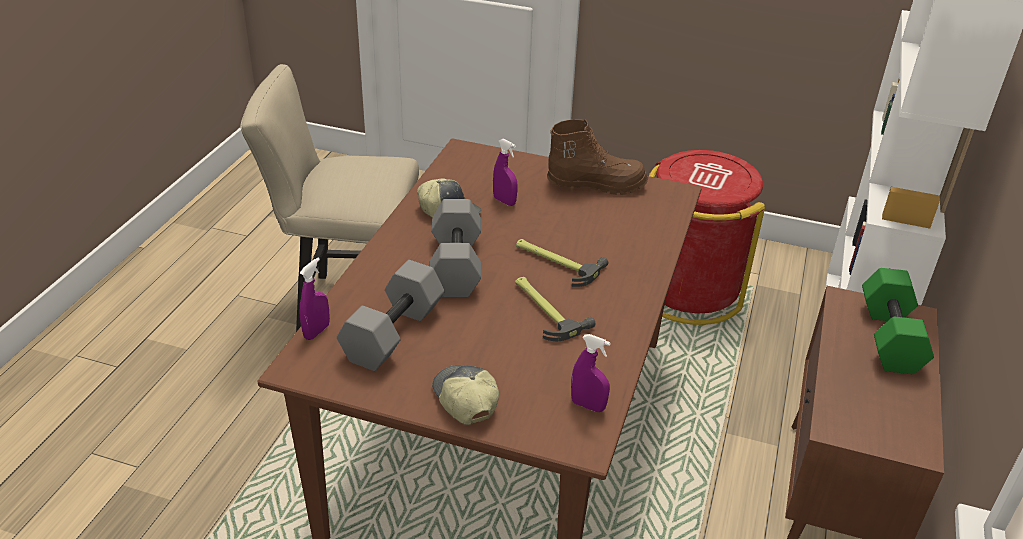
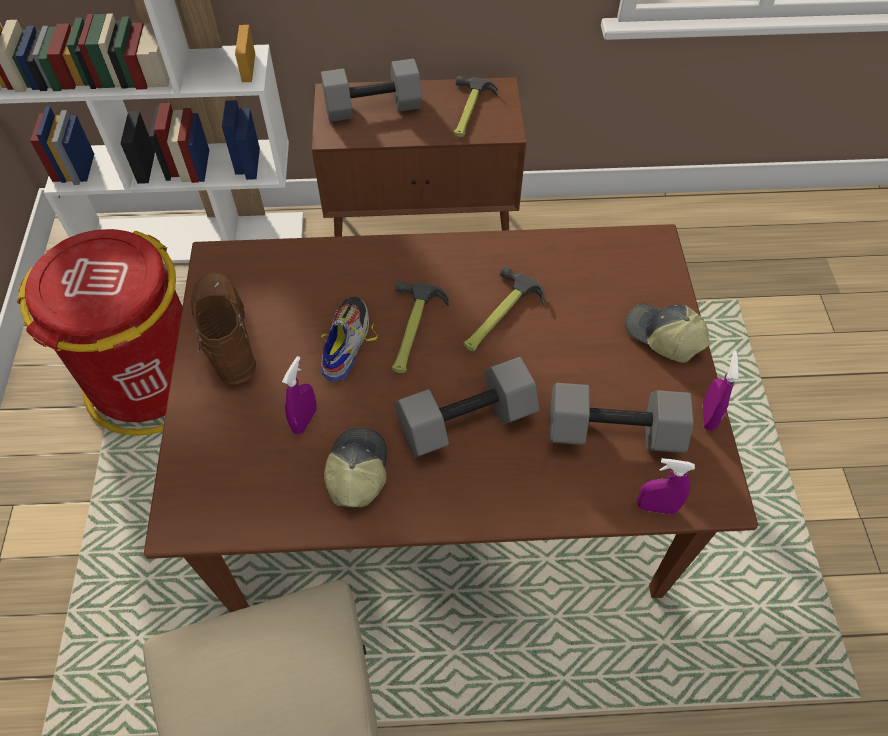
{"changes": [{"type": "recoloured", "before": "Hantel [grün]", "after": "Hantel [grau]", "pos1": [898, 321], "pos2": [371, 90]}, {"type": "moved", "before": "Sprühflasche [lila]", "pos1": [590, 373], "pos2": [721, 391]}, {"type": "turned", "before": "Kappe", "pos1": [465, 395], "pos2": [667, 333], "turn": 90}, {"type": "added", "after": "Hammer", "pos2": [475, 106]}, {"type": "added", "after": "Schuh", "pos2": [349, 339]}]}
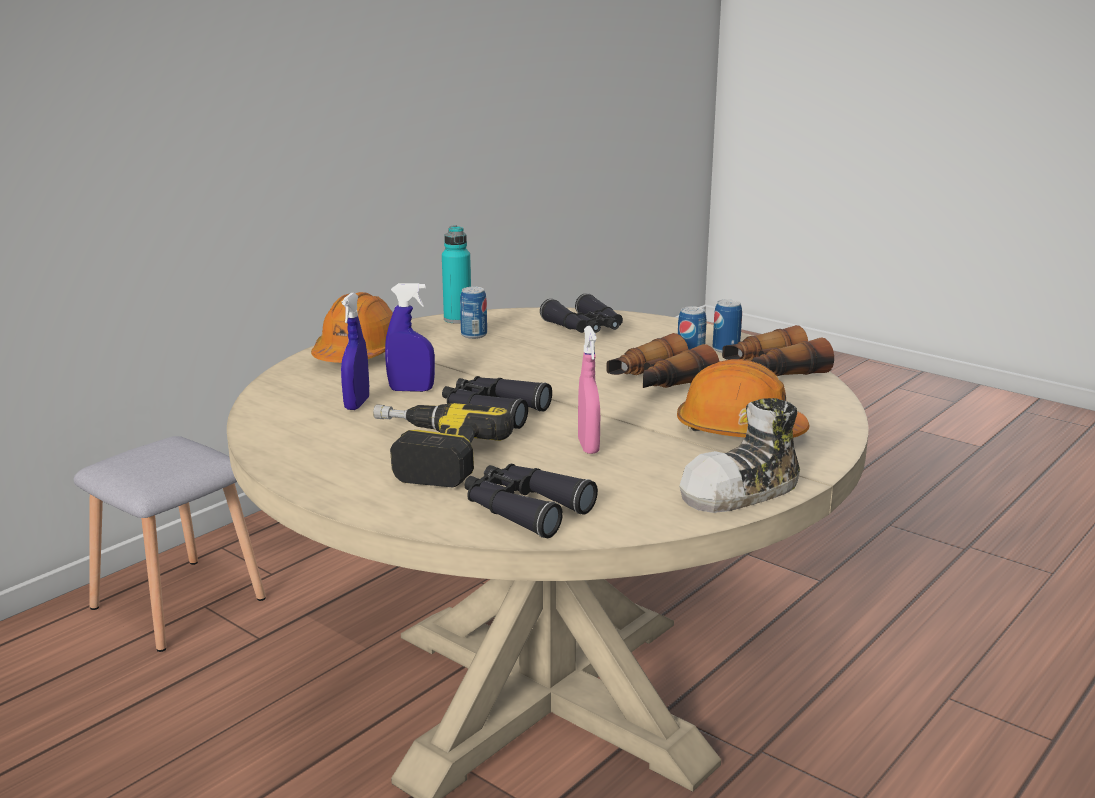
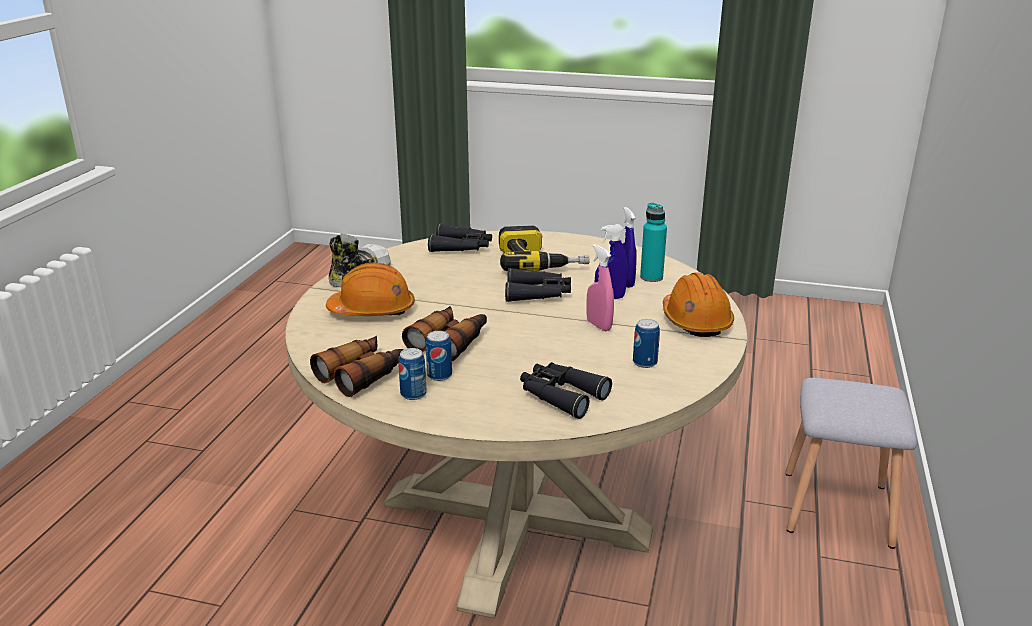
{"changes": [{"type": "moved", "before": "Flasche [türkis]", "pos1": [456, 274], "pos2": [653, 242]}, {"type": "moved", "before": "Sprühflasche [rosa]", "pos1": [589, 390], "pos2": [600, 287]}]}
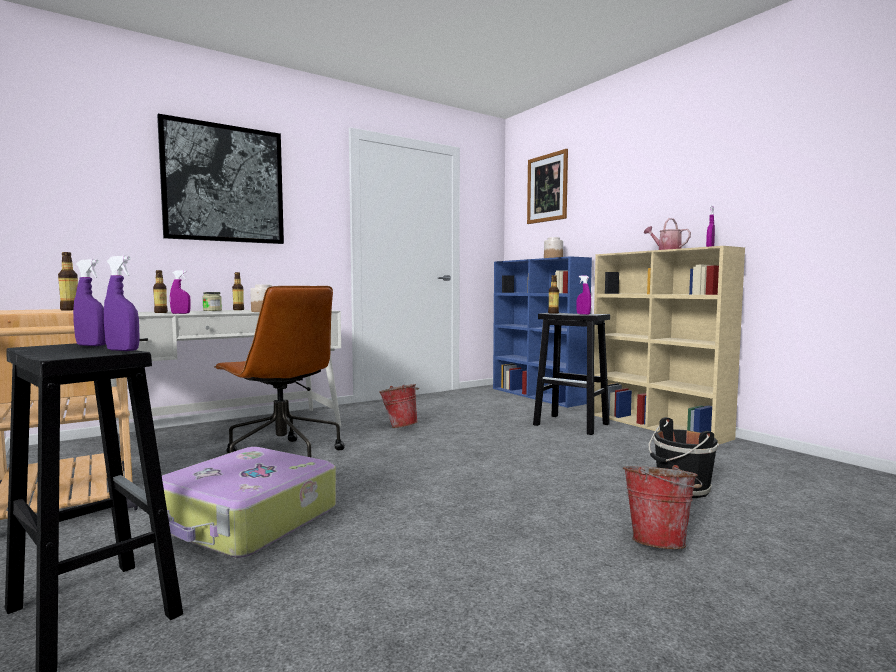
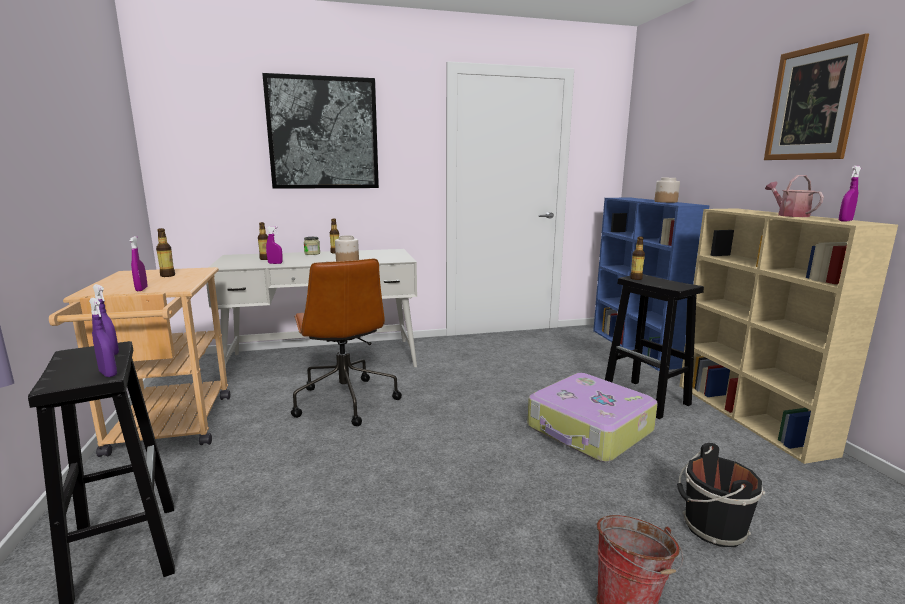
{"changes": [{"type": "moved", "before": "Bild", "pos1": [547, 186], "pos2": [816, 96]}, {"type": "moved", "before": "Sprühflasche [lila]", "pos1": [583, 295], "pos2": [139, 263]}, {"type": "removed", "before": "Eimer", "pos1": [399, 406]}, {"type": "moved", "before": "Koffer", "pos1": [249, 502], "pos2": [592, 417]}]}
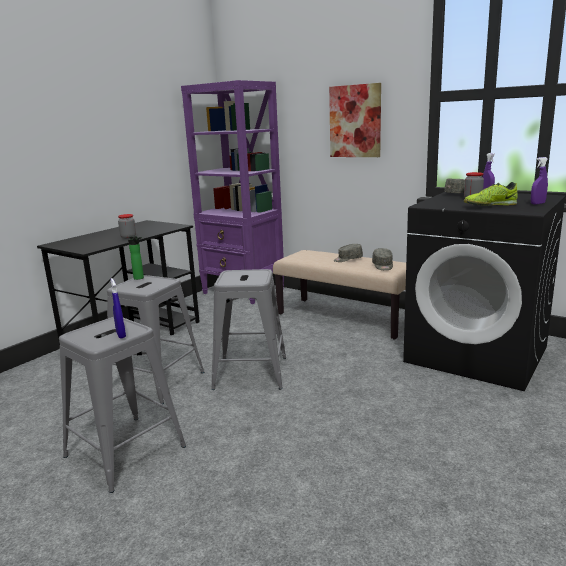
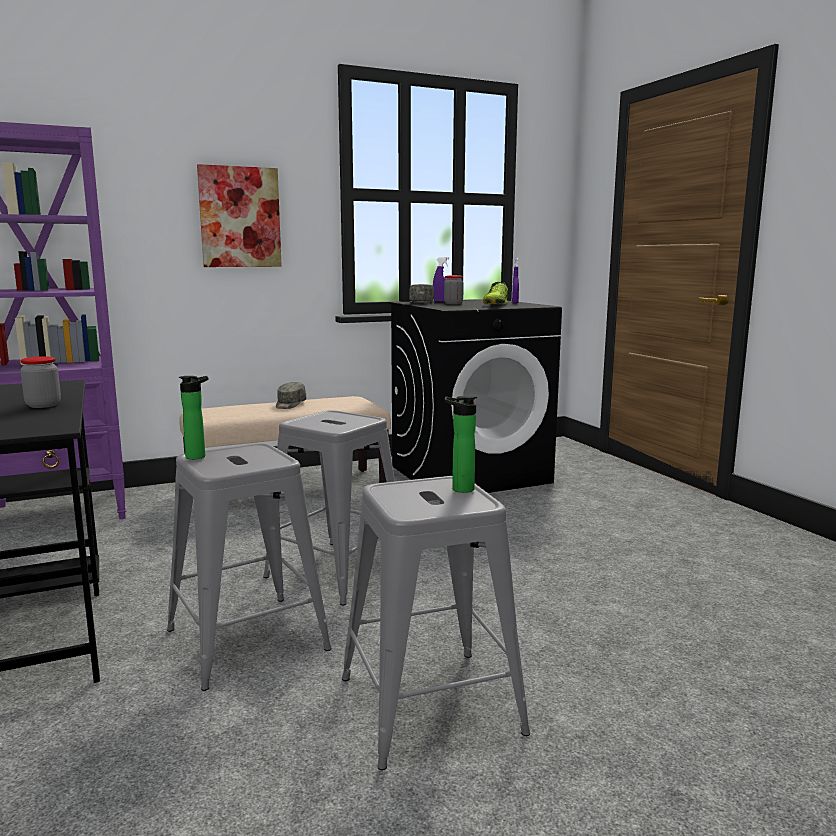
{"changes": [{"type": "removed", "before": "Kappe [grau]", "pos1": [382, 259]}, {"type": "replaced", "before": "Sprühflasche [blau]", "after": "Flasche", "pos1": [118, 308], "pos2": [461, 444]}]}
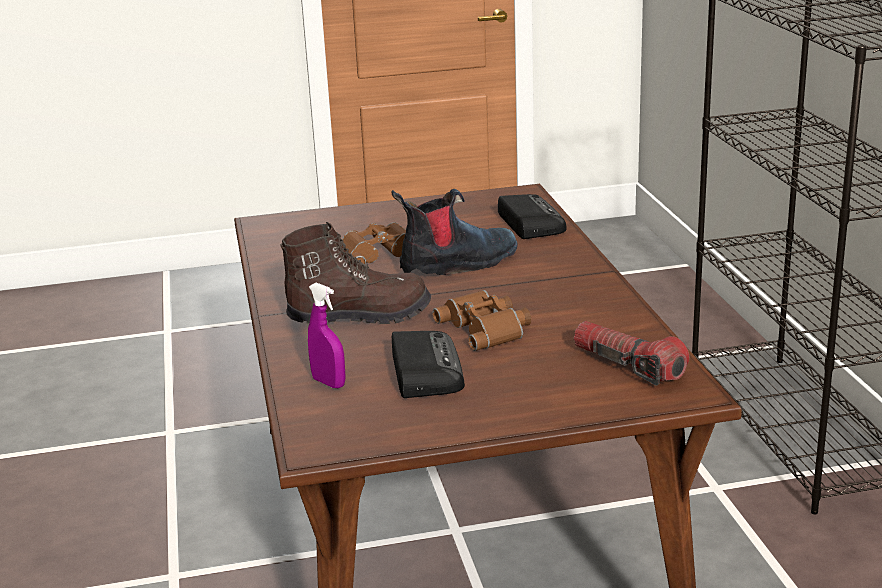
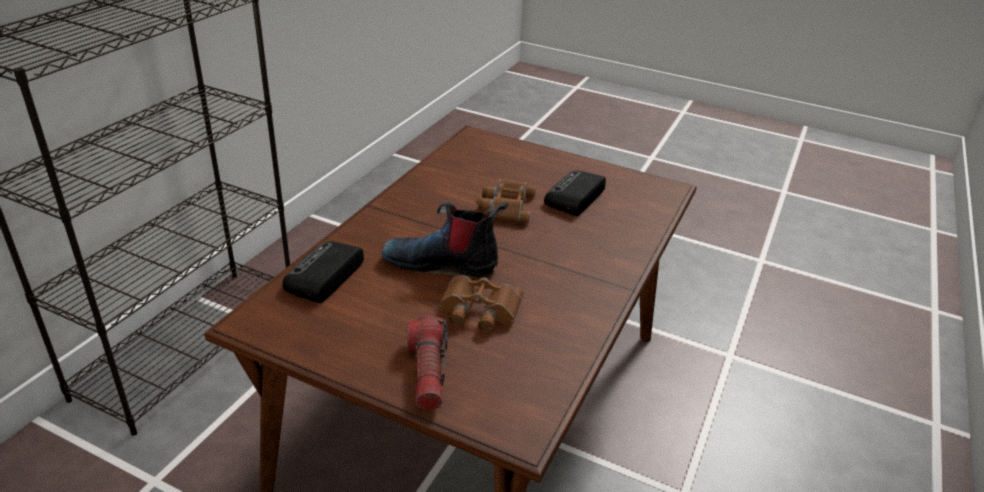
{"changes": [{"type": "removed", "before": "Stiefel [braun]", "pos1": [356, 273]}, {"type": "removed", "before": "Sprühflasche [lila]", "pos1": [326, 335]}, {"type": "moved", "before": "Taschenlampe", "pos1": [631, 353], "pos2": [427, 363]}]}
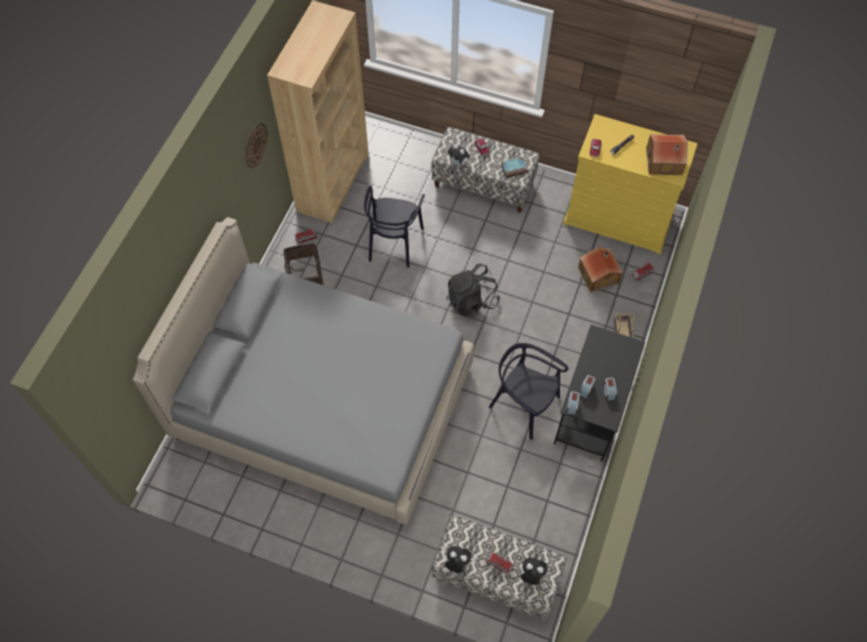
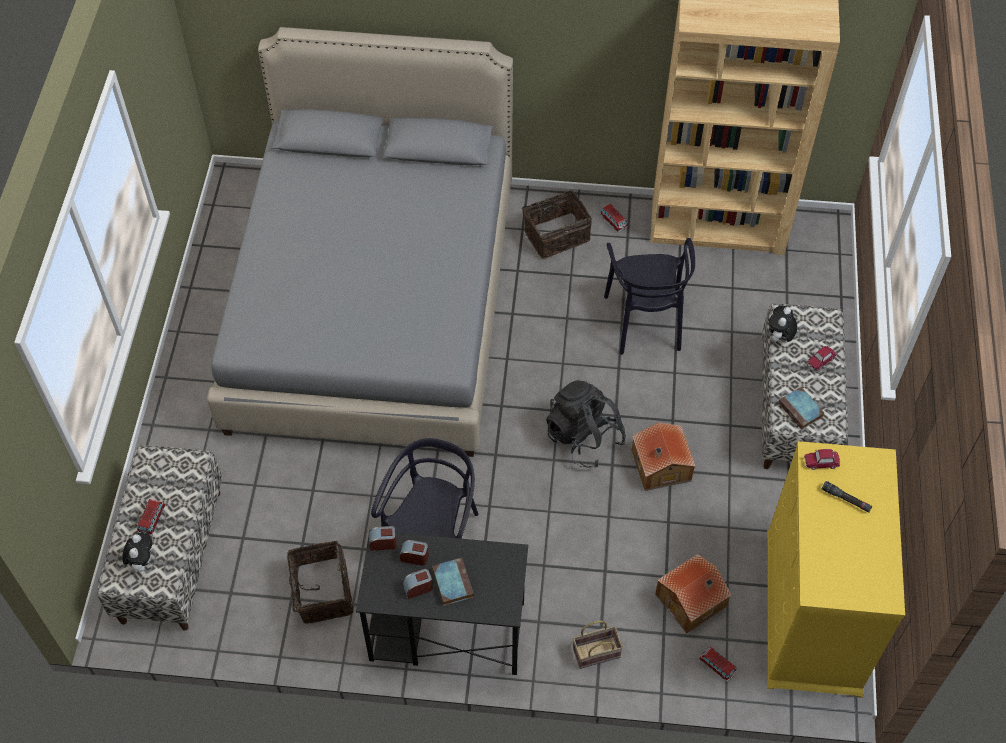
{"changes": [{"type": "removed", "before": "Wanduhr", "pos1": [256, 145]}, {"type": "moved", "before": "Spielzeughaus", "pos1": [667, 154], "pos2": [663, 456]}, {"type": "turned", "before": "Stuhl [schwarz]", "pos1": [394, 227], "pos2": [649, 296], "turn": -90}, {"type": "removed", "before": "Plüschtier", "pos1": [457, 559]}, {"type": "added", "after": "Korb", "pos2": [320, 582]}, {"type": "added", "after": "Buch", "pos2": [453, 582]}]}
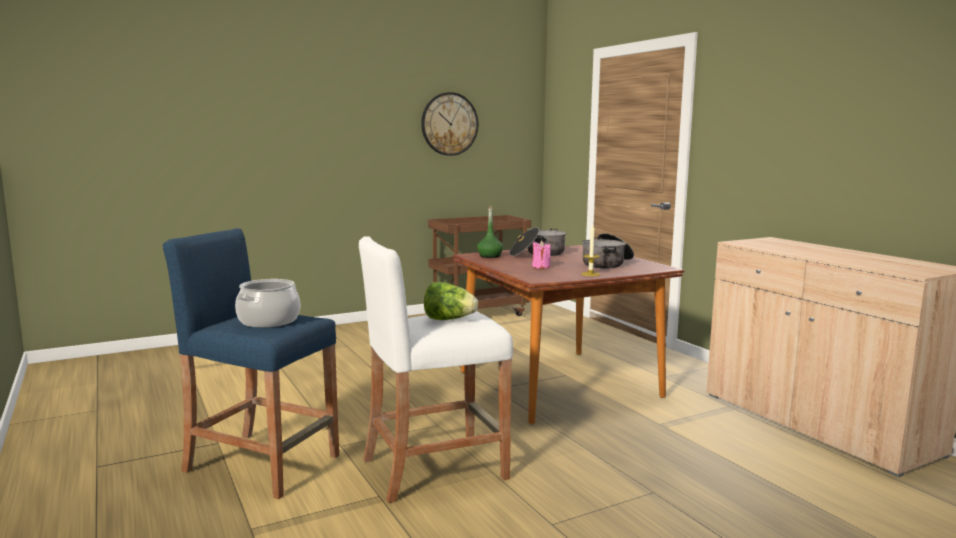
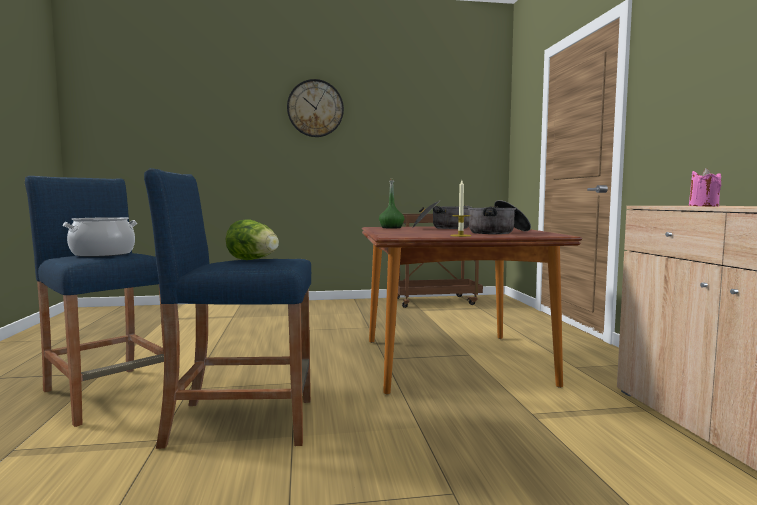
{"changes": [{"type": "moved", "before": "Wanduhr", "pos1": [449, 124], "pos2": [315, 108]}, {"type": "recoloured", "before": "Hocker [weiß]", "after": "Hocker [blau]", "pos1": [436, 370], "pos2": [227, 308]}, {"type": "moved", "before": "Kerze [rosa]", "pos1": [541, 254], "pos2": [705, 187]}]}
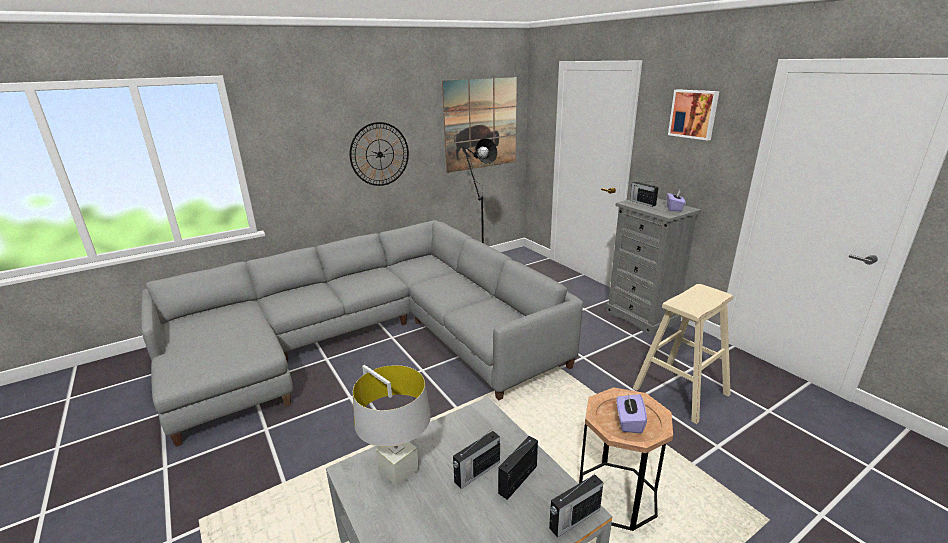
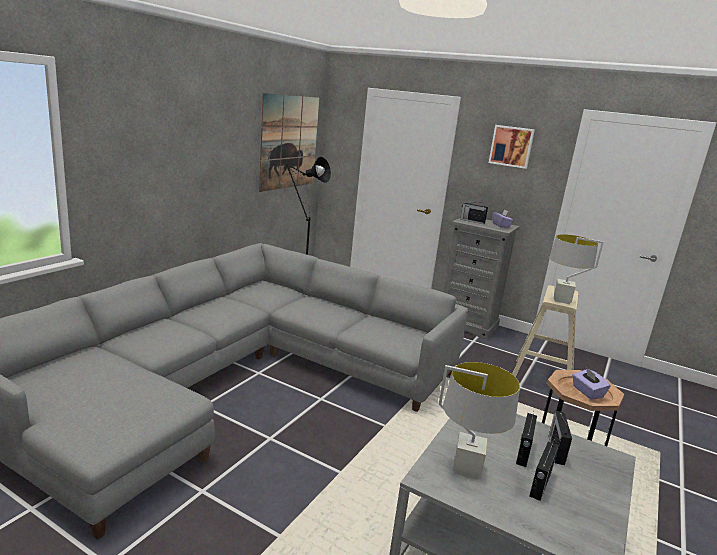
{"changes": [{"type": "removed", "before": "Wanduhr", "pos1": [379, 154]}, {"type": "moved", "before": "Radio", "pos1": [576, 505], "pos2": [544, 471]}, {"type": "added", "after": "Tischlampe [grau]", "pos2": [576, 269]}]}
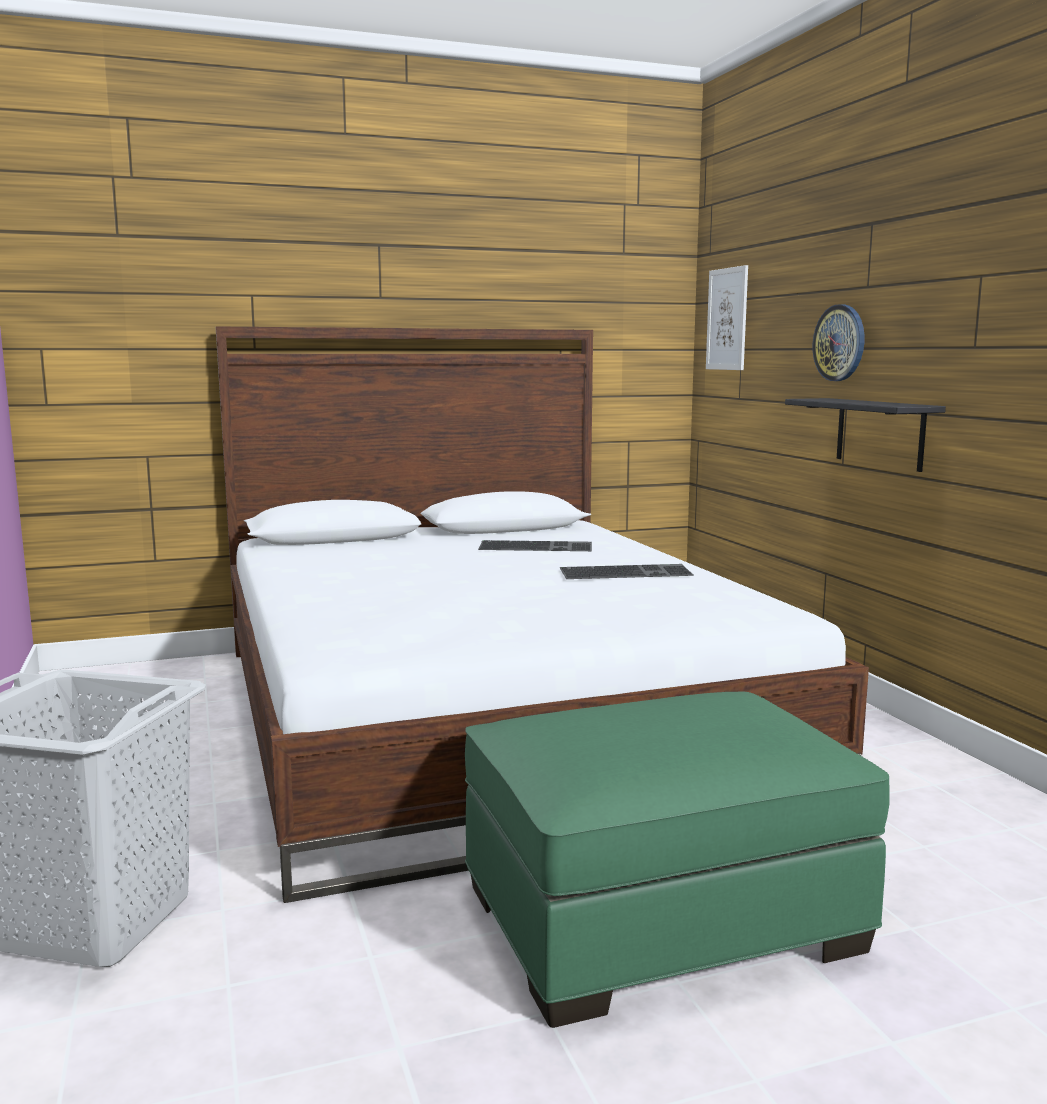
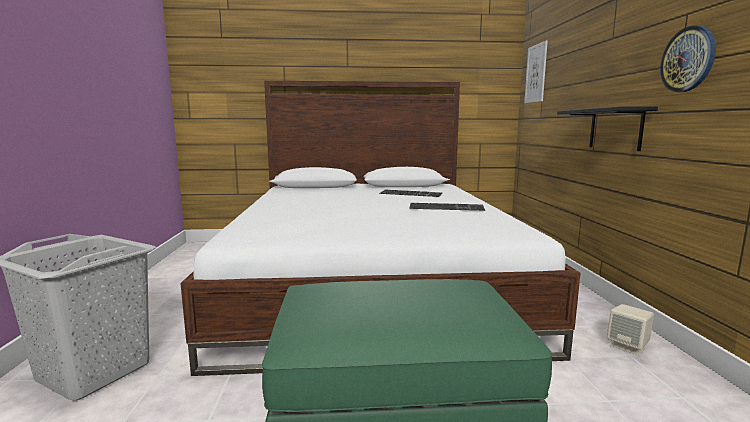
{"changes": [{"type": "moved", "before": "Wanduhr", "pos1": [838, 342], "pos2": [688, 58]}, {"type": "added", "after": "Lautsprecher [beige]", "pos2": [630, 330]}]}
